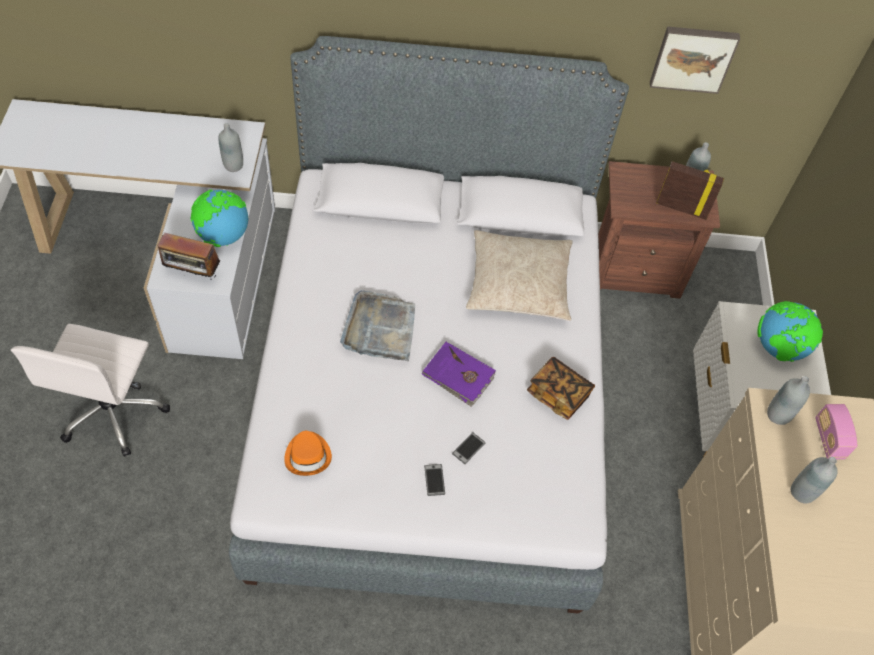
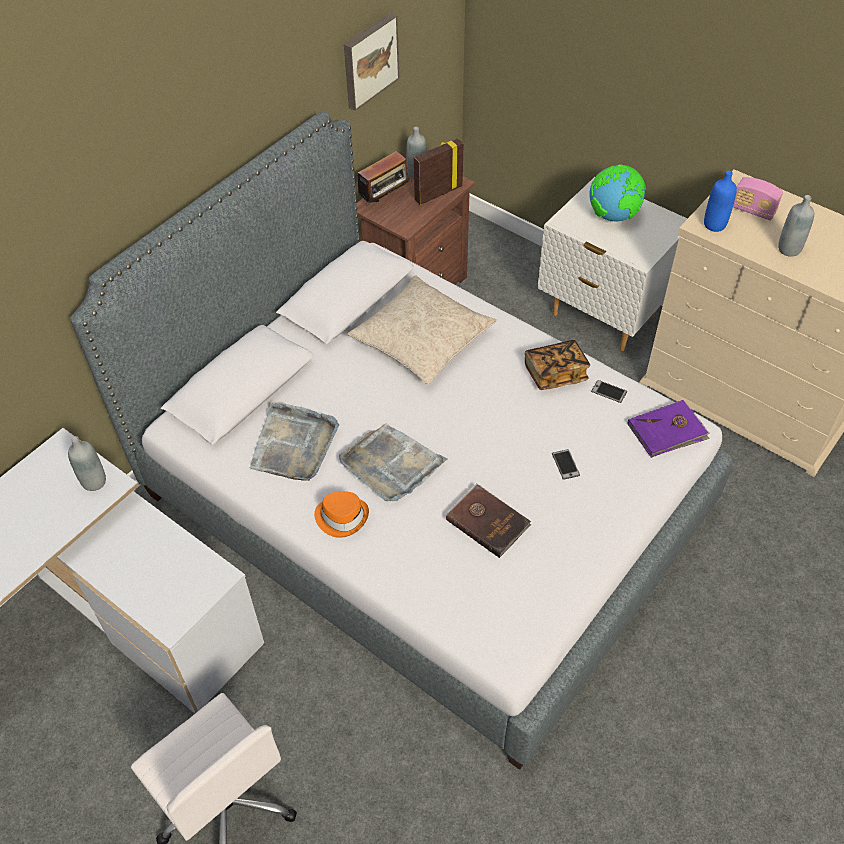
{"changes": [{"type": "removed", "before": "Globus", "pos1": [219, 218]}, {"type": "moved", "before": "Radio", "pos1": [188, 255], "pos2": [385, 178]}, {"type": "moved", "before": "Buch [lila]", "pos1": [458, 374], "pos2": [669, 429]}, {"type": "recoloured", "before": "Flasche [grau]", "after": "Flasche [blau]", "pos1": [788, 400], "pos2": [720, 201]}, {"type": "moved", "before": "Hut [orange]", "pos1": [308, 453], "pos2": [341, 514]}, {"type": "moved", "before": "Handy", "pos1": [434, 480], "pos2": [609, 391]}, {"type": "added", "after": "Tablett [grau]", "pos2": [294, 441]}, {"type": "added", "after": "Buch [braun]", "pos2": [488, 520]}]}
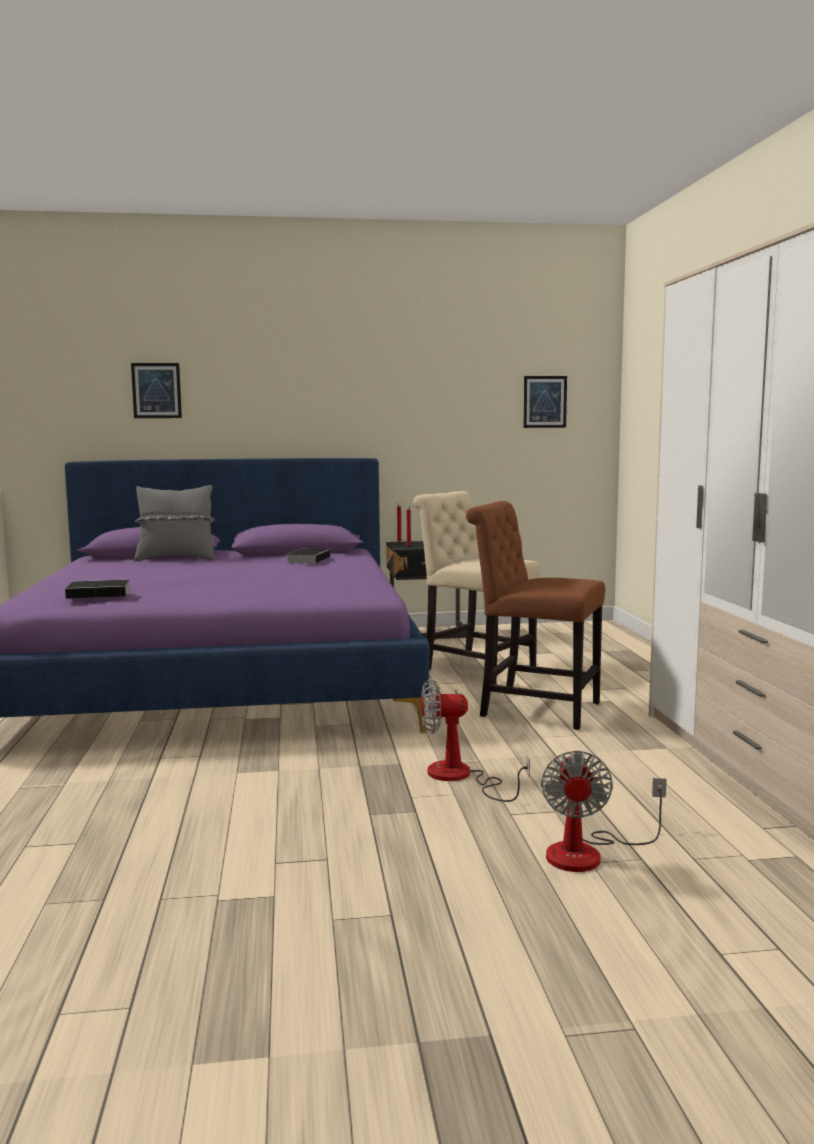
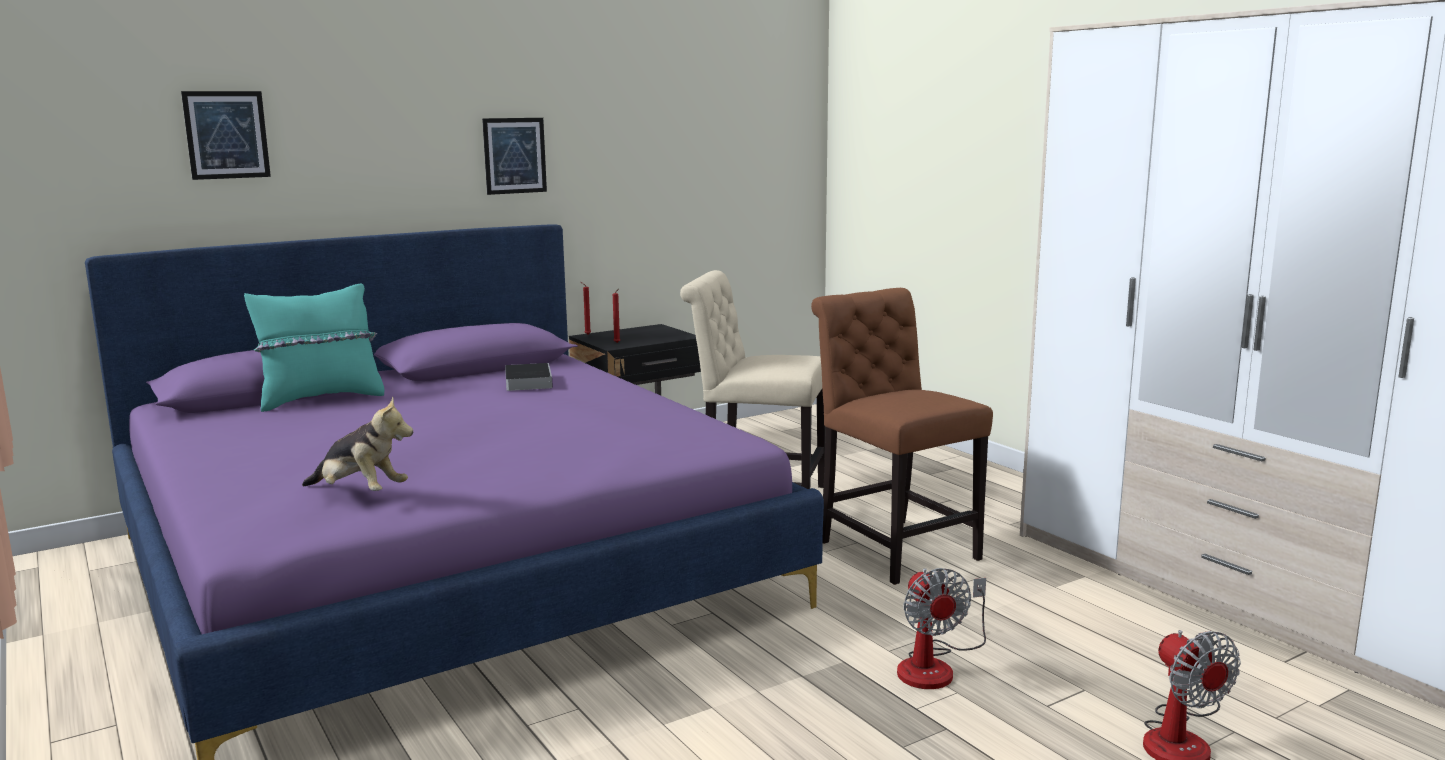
{"changes": [{"type": "moved", "before": "Bild", "pos1": [545, 402], "pos2": [514, 156]}, {"type": "recoloured", "before": "Kissen [grau]", "after": "Kissen [türkis]", "pos1": [174, 523], "pos2": [314, 348]}, {"type": "turned", "before": "Stuhl [braun]", "pos1": [535, 615], "pos2": [902, 436], "turn": 60}, {"type": "replaced", "before": "Buch", "after": "Plüschtier", "pos1": [99, 589], "pos2": [357, 443]}, {"type": "turned", "before": "Ventilator", "pos1": [475, 740], "pos2": [941, 628], "turn": -75}]}
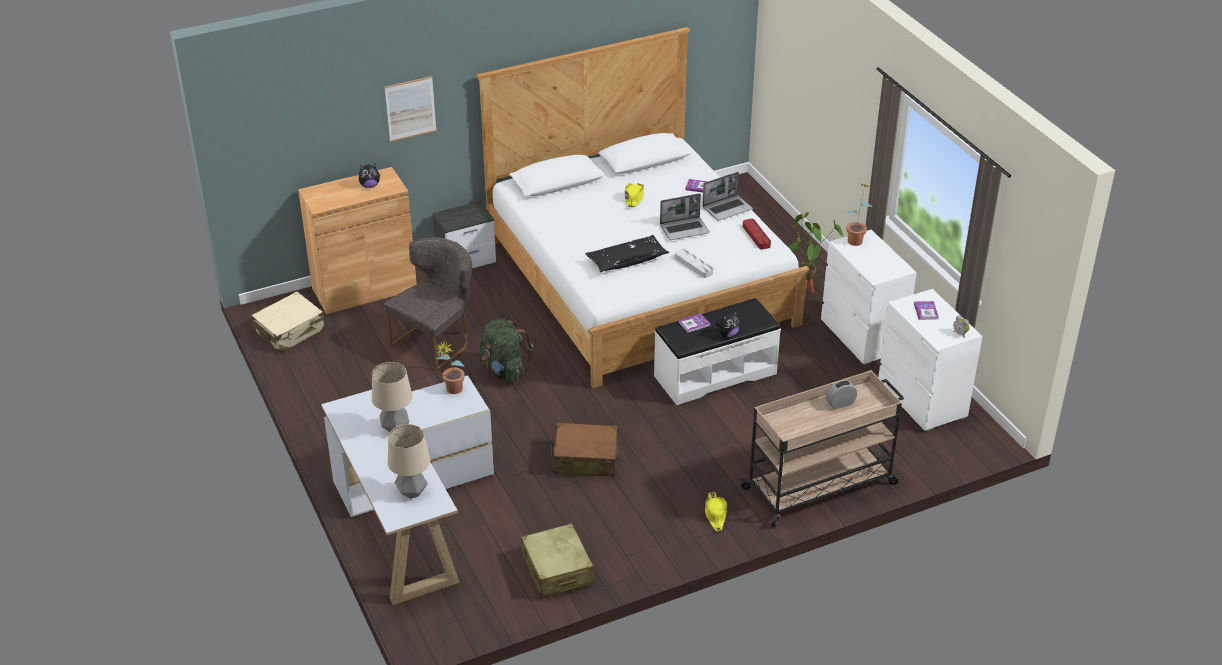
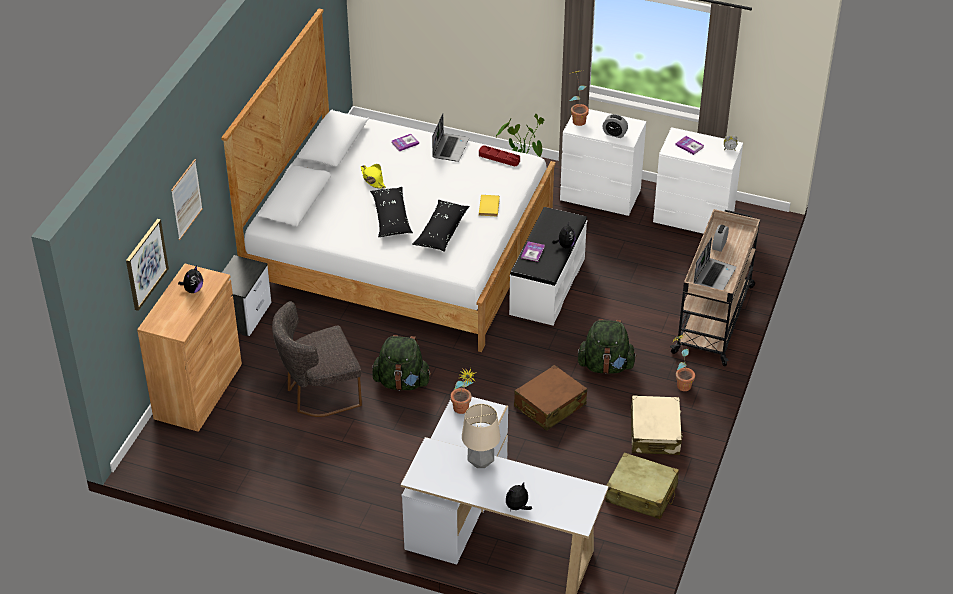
{"changes": [{"type": "moved", "before": "Laptop", "pos1": [685, 216], "pos2": [715, 263]}, {"type": "turned", "before": "Stuhl [grau]", "pos1": [428, 303], "pos2": [317, 359], "turn": -105}, {"type": "replaced", "before": "Tablett [grau]", "after": "Buch [gelb]", "pos1": [694, 263], "pos2": [489, 205]}, {"type": "moved", "before": "Koffer [beige]", "pos1": [288, 322], "pos2": [657, 425]}, {"type": "removed", "before": "Tischlampe", "pos1": [409, 461]}, {"type": "replaced", "before": "Hut [gelb]", "after": "Topfpflanze", "pos1": [716, 512], "pos2": [683, 363]}, {"type": "added", "after": "Wecker", "pos2": [615, 126]}, {"type": "added", "after": "Kissen [schwarz]", "pos2": [391, 212]}, {"type": "added", "after": "Bild", "pos2": [147, 265]}, {"type": "added", "after": "Rucksack [grün]", "pos2": [607, 346]}, {"type": "added", "after": "Plüschtier", "pos2": [519, 496]}]}
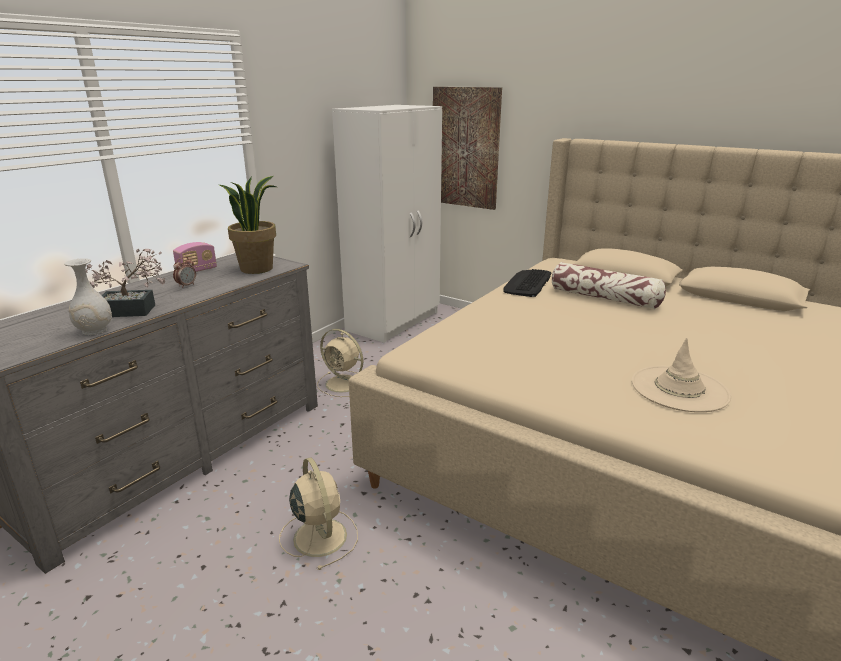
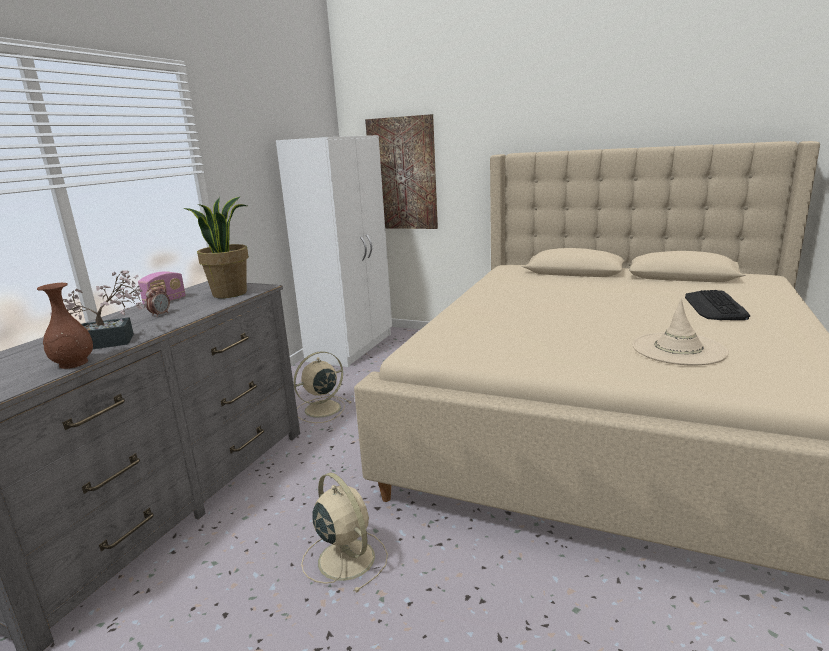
{"changes": [{"type": "recoloured", "before": "Vase [weiß]", "after": "Vase [braun]", "pos1": [88, 296], "pos2": [65, 326]}, {"type": "removed", "before": "Kissen", "pos1": [609, 285]}, {"type": "moved", "before": "Tastatur", "pos1": [527, 283], "pos2": [717, 305]}, {"type": "turned", "before": "Ventilator [beige]", "pos1": [340, 363], "pos2": [323, 387], "turn": 120}]}
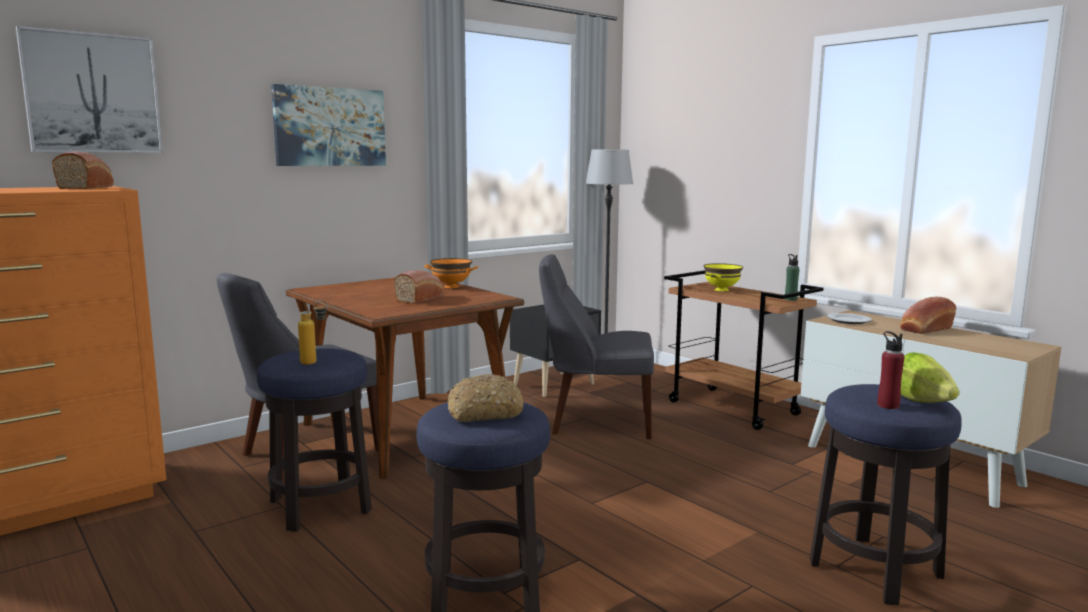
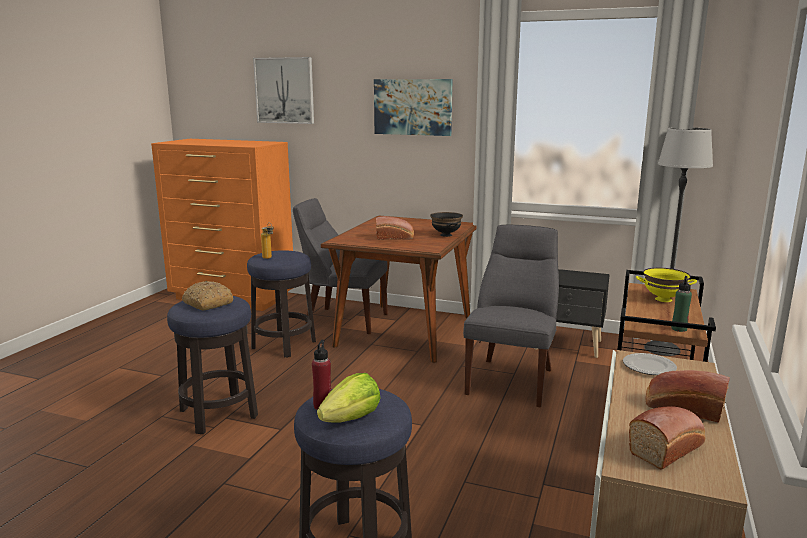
{"changes": [{"type": "moved", "before": "Brot", "pos1": [83, 170], "pos2": [667, 438]}, {"type": "turned", "before": "Stuhl [grau]", "pos1": [596, 346], "pos2": [511, 316], "turn": 45}, {"type": "recoloured", "before": "Schüssel [orange]", "after": "Schüssel [schwarz]", "pos1": [451, 273], "pos2": [446, 224]}]}
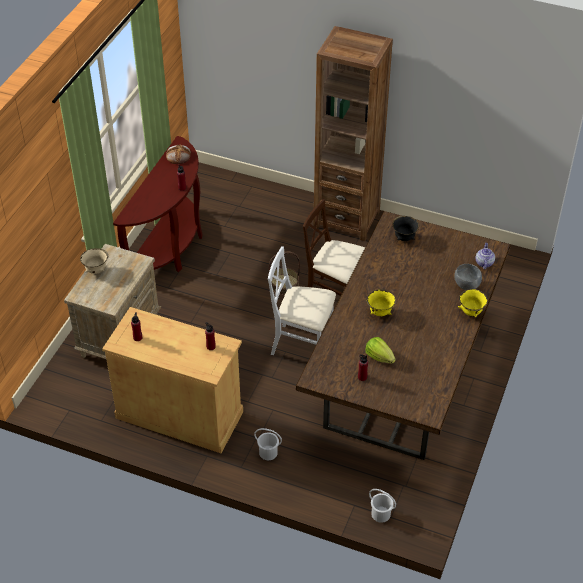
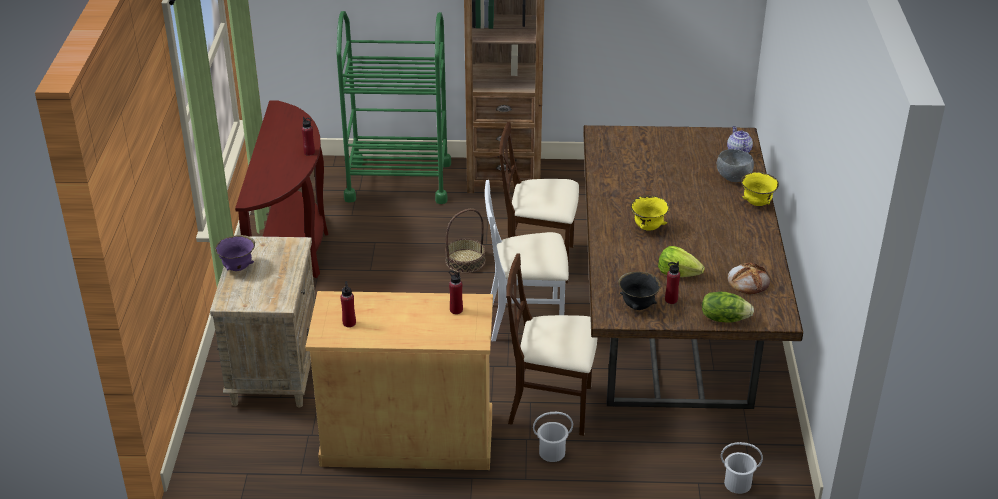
{"changes": [{"type": "moved", "before": "Brot", "pos1": [178, 154], "pos2": [749, 278]}, {"type": "moved", "before": "Schüssel [schwarz]", "pos1": [406, 228], "pos2": [639, 291]}, {"type": "recoloured", "before": "Schüssel [beige]", "after": "Schüssel [lila]", "pos1": [94, 261], "pos2": [235, 253]}, {"type": "added", "after": "Rollwagen [grün]", "pos2": [393, 107]}, {"type": "added", "after": "Stuhl [beige]", "pos2": [552, 344]}, {"type": "added", "after": "Salatkopf", "pos2": [728, 307]}]}
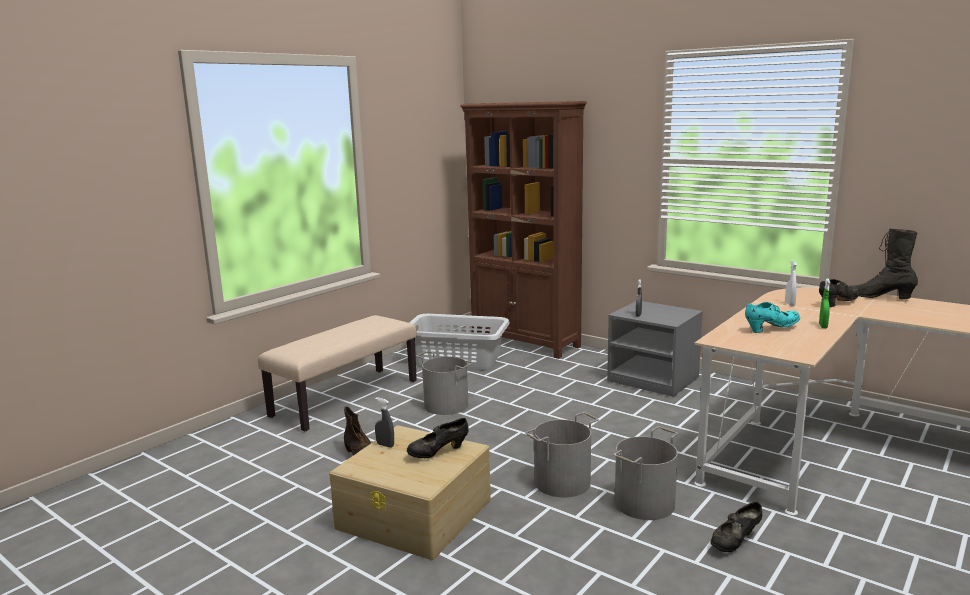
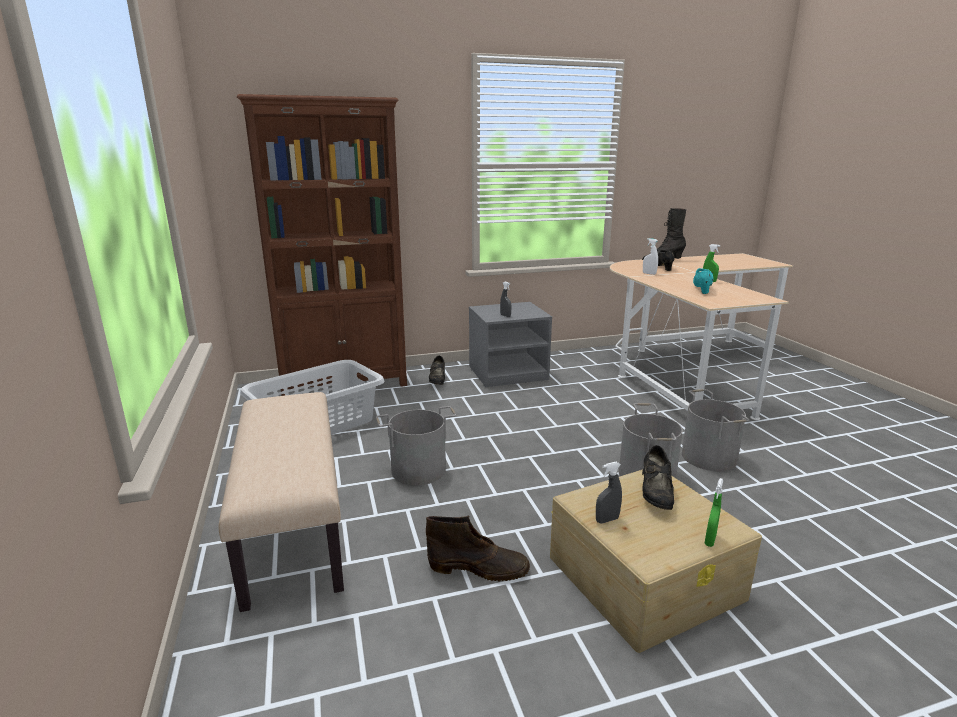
{"changes": [{"type": "moved", "before": "Schuh [schwarz]", "pos1": [736, 527], "pos2": [437, 370]}, {"type": "added", "after": "Sprühflasche [grün]", "pos2": [713, 512]}]}
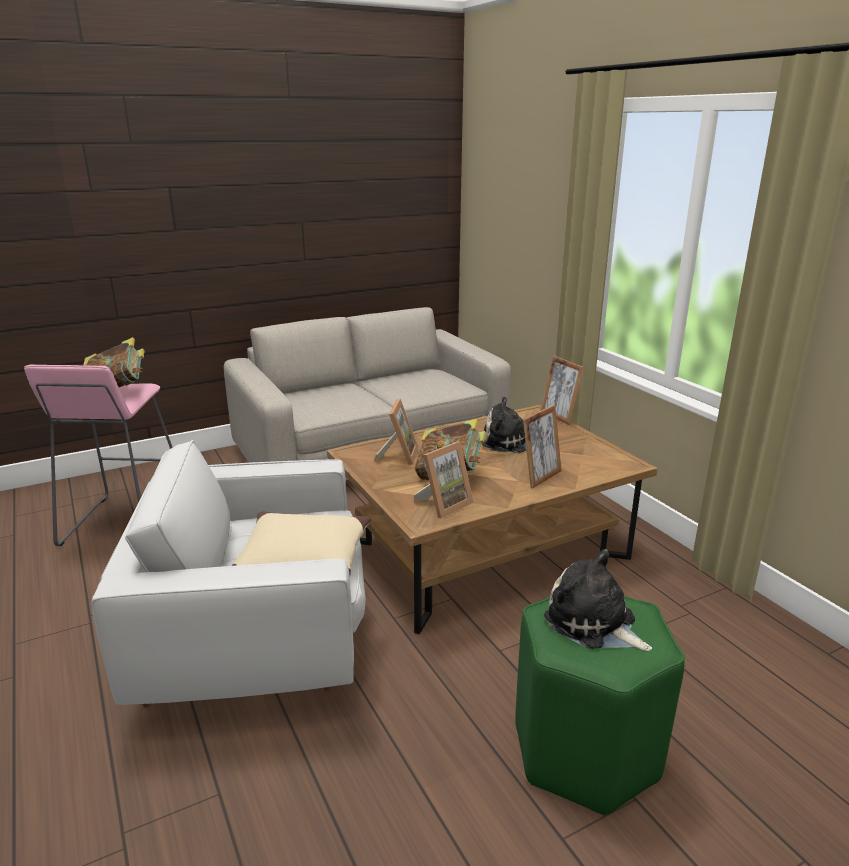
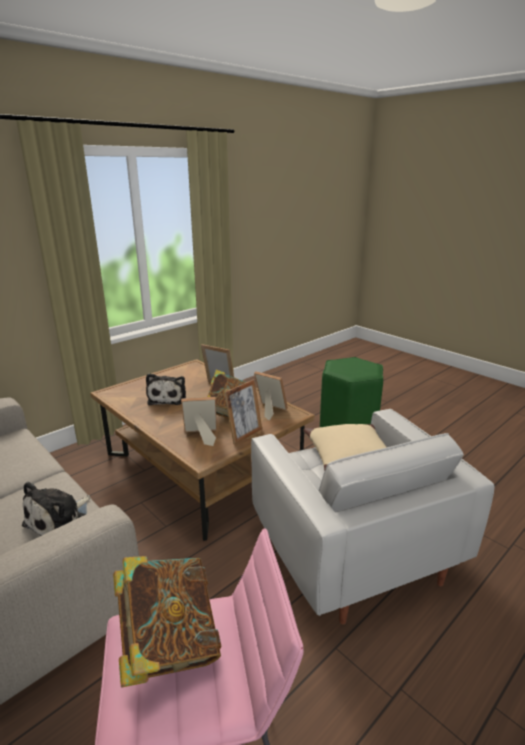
{"changes": [{"type": "moved", "before": "Bilderrahmen", "pos1": [562, 390], "pos2": [243, 412]}, {"type": "moved", "before": "Plüschtier", "pos1": [598, 600], "pos2": [56, 508]}]}
